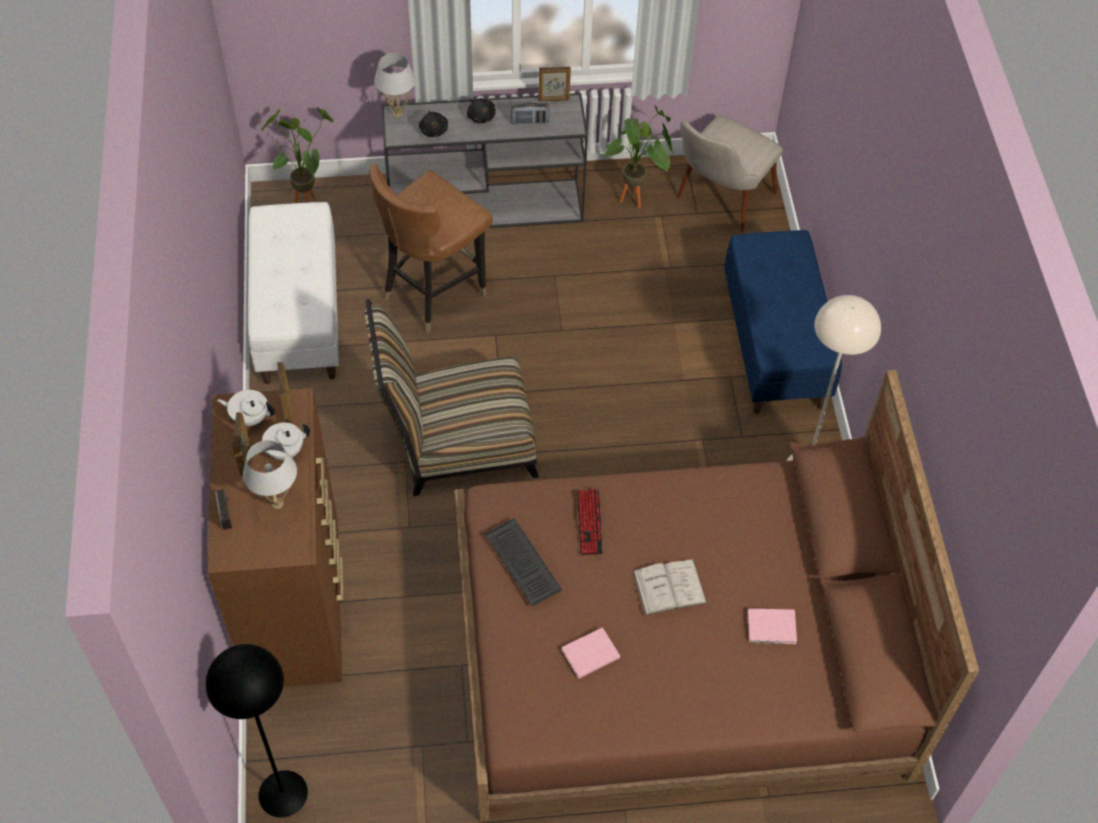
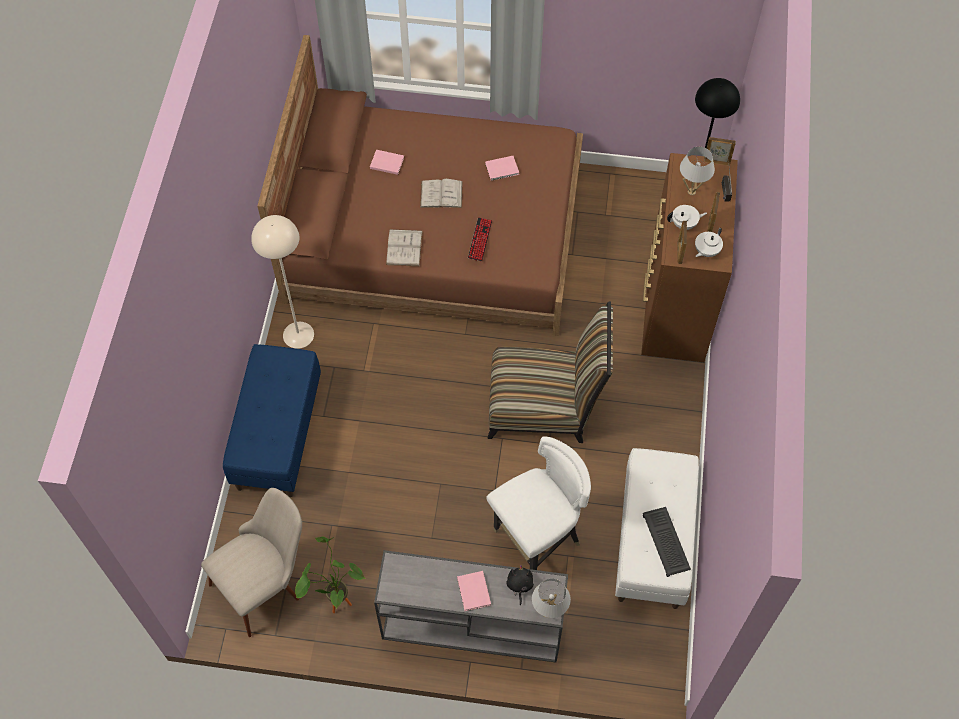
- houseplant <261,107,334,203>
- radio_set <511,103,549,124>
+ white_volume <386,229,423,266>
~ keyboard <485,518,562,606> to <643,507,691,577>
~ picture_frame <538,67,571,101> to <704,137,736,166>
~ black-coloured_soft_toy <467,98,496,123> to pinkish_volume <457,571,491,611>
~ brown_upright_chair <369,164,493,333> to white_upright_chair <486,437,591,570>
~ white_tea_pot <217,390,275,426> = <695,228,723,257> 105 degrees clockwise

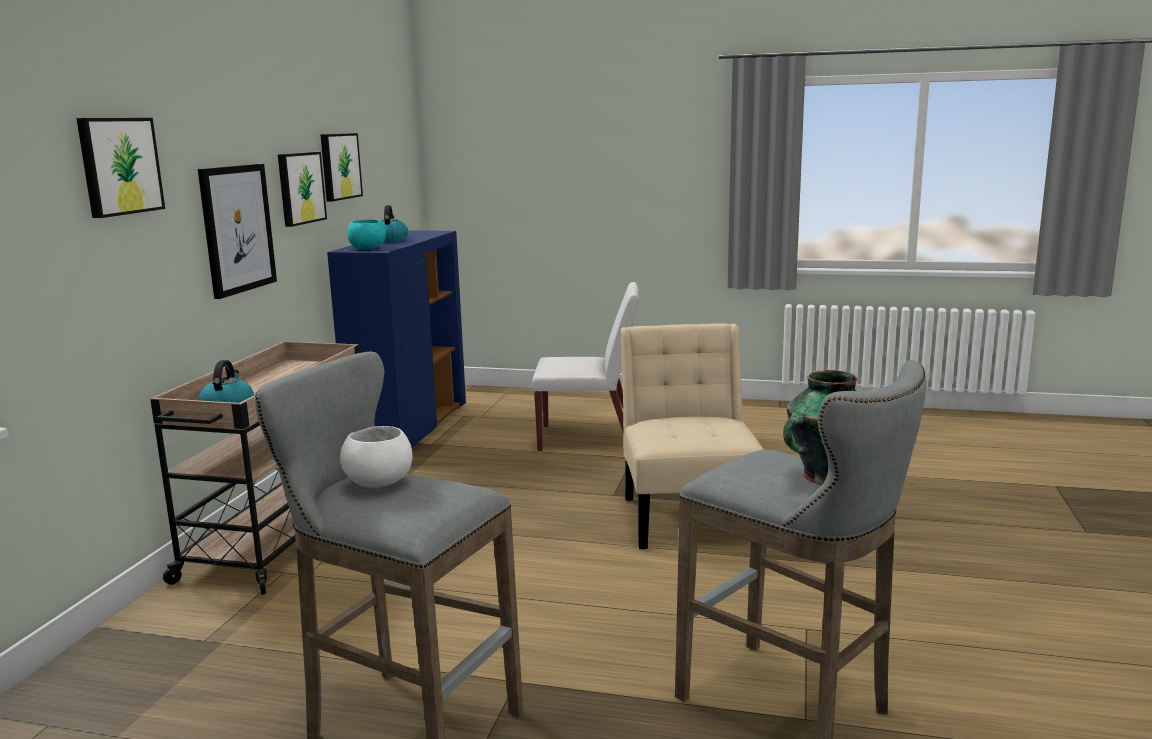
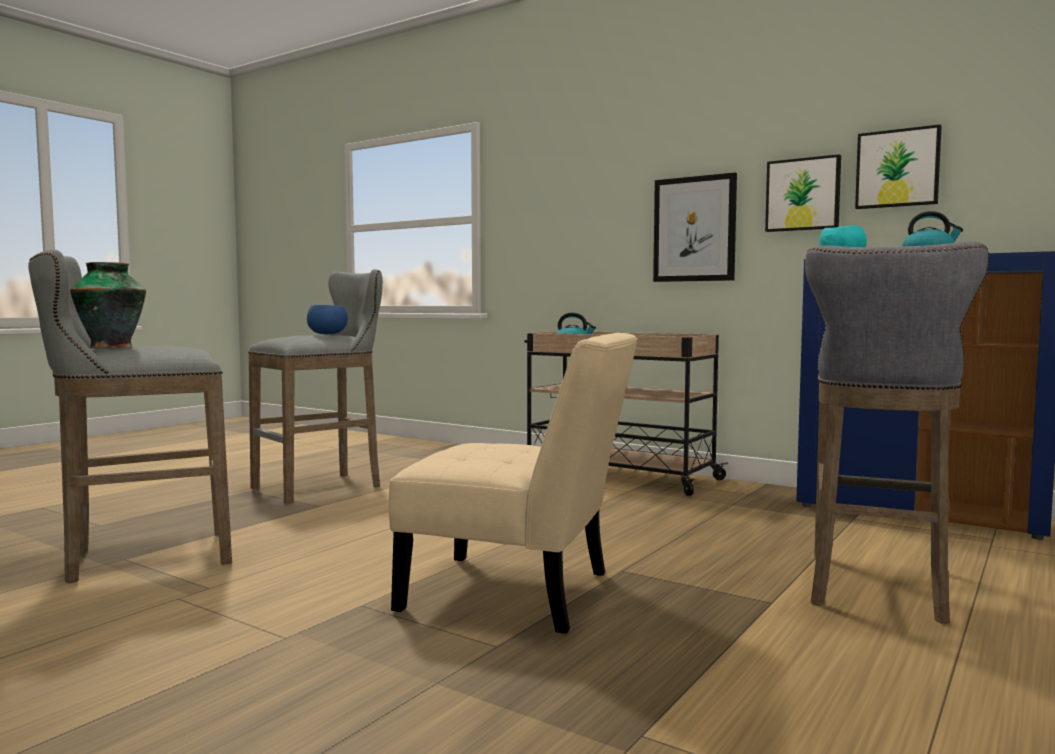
- wall_picture <76,118,165,218>
~ white_upright_chair <532,282,639,452> to gray_sitting_stool <805,241,989,624>
~ white_deep_dish <340,426,412,488> to blue_deep_dish <307,305,348,334>

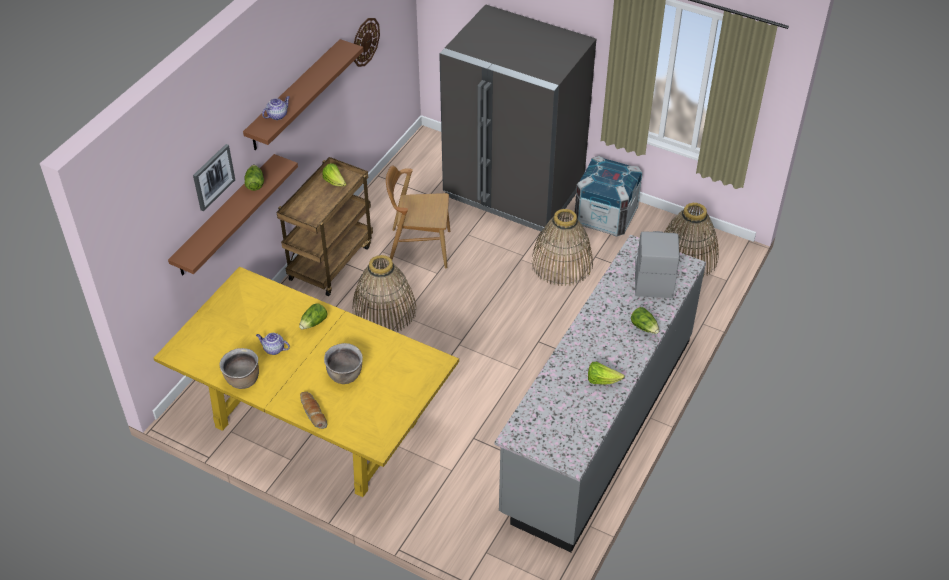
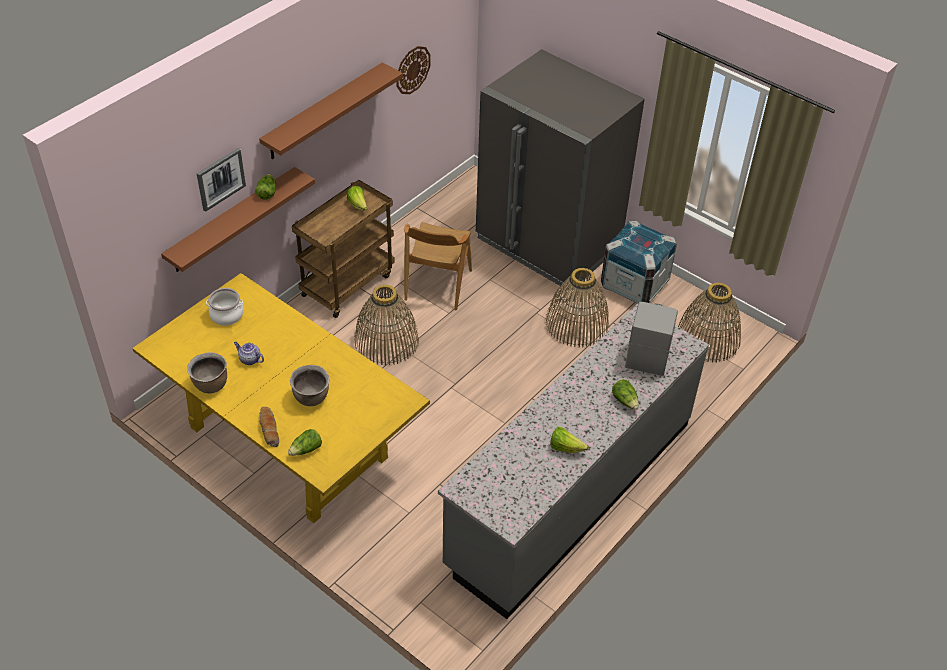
- tea_pot <262,96,290,120>
+ saucepot <206,288,243,326>
~ lettuce <299,303,327,329> to <288,429,322,456>
~ brown_upright_chair <386,165,450,269> = <404,222,472,311> 90 degrees counterclockwise

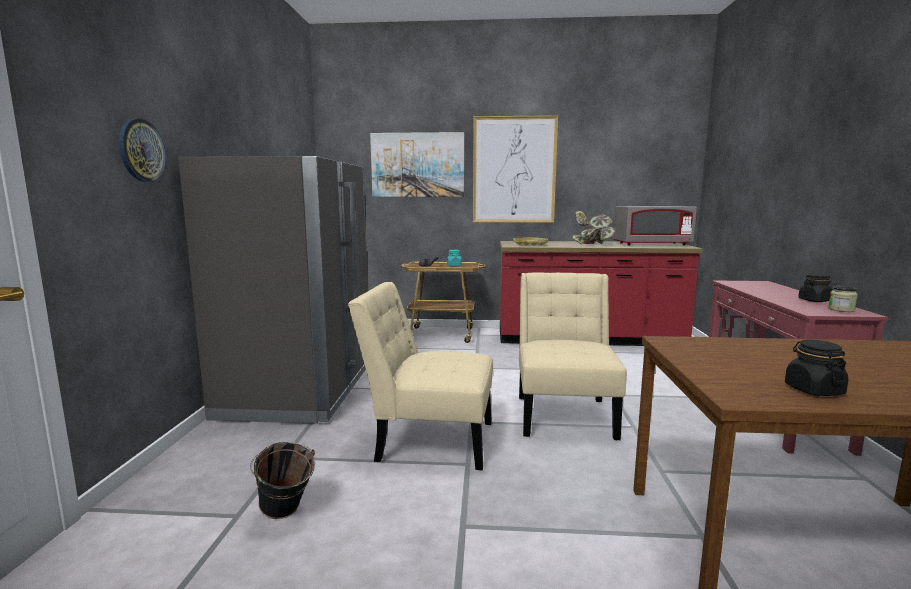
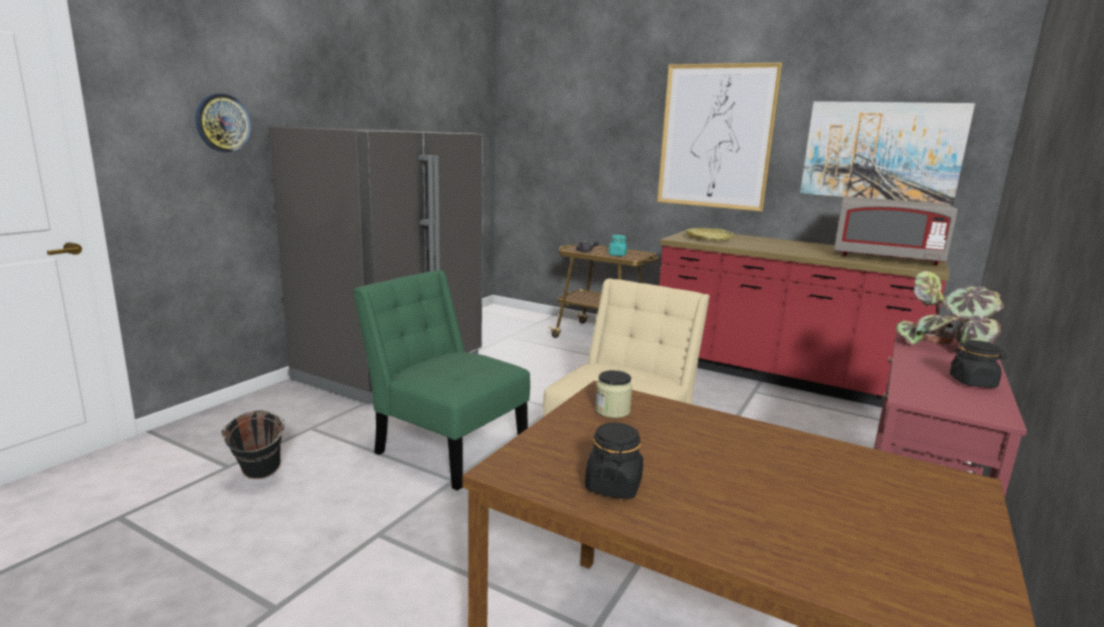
~ wall_picture <370,132,464,197> to <800,101,975,205>
~ houseplant <572,211,615,244> to <896,271,1004,346>
~ jar <828,286,858,312> to <595,370,632,418>
~ beige-coloured_upright_chair <348,282,493,470> to green_upright_chair <353,270,530,491>

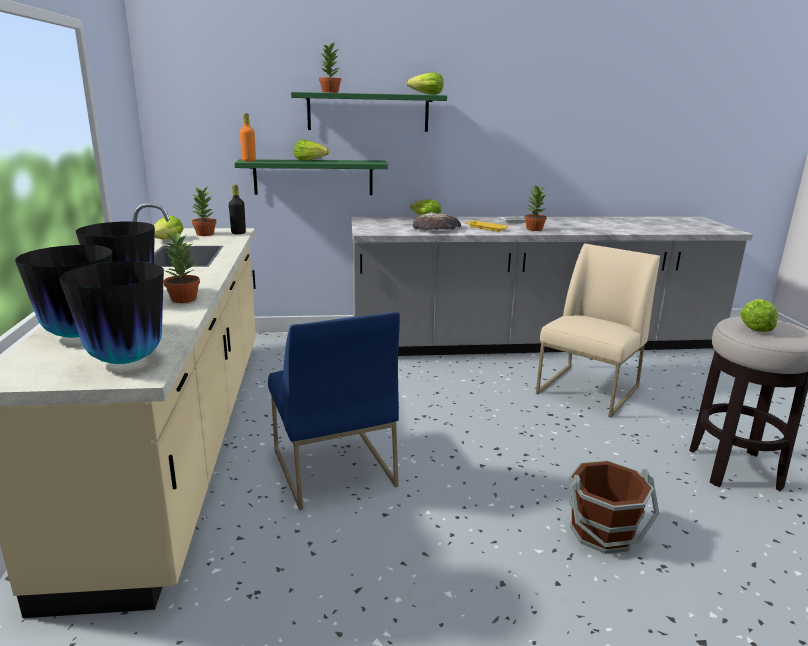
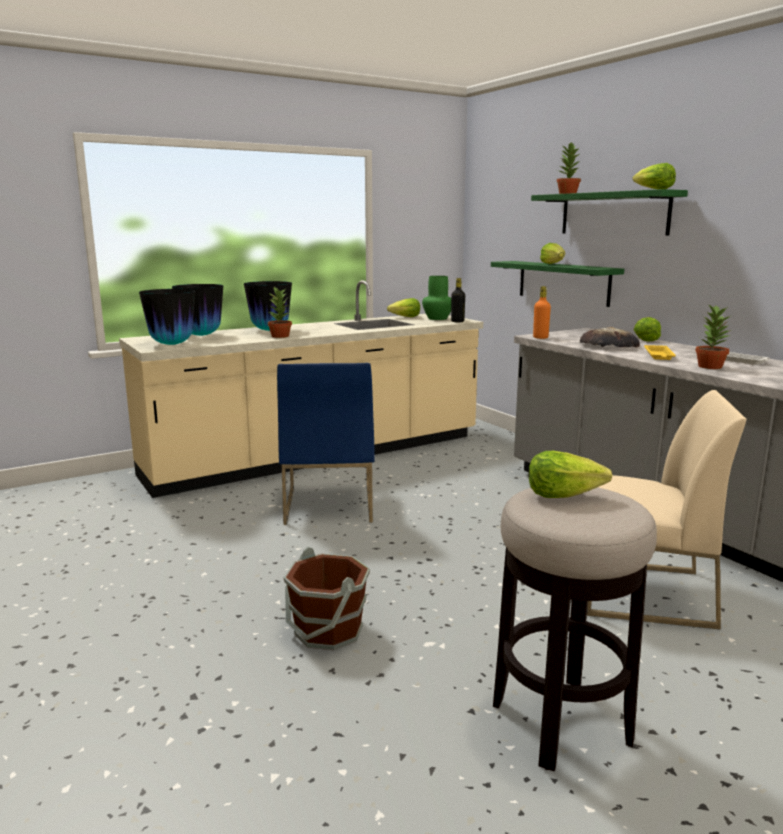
~ orange-coloured_beverage_bottle <240,113,256,161> to <533,286,551,339>
~ houseplant <192,187,216,236> to green_flower_vase <422,276,451,320>
~ blue_upright_chair <268,312,400,510> = <277,363,375,525> 45 degrees counterclockwise

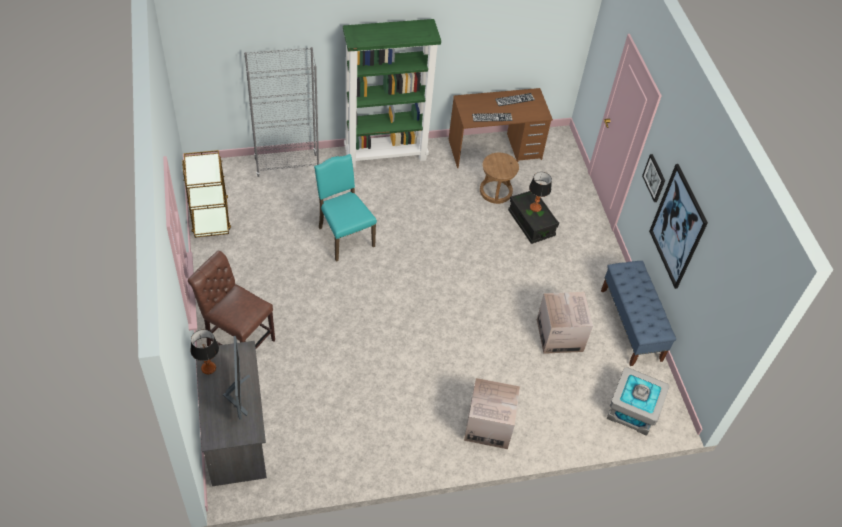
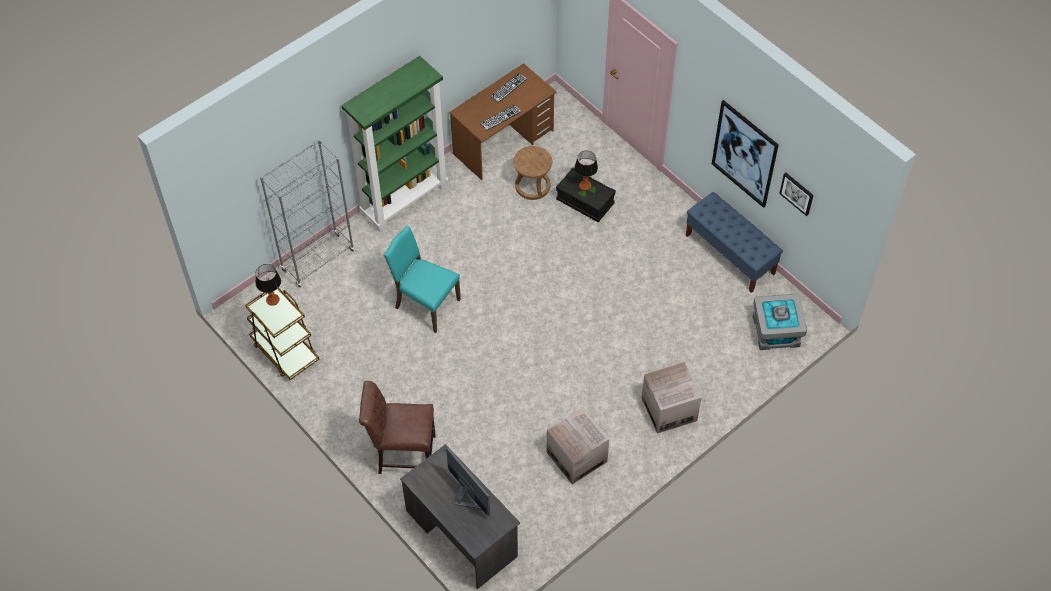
~ table_lamp <190,329,219,374> to <255,264,281,306>
~ carton <537,292,593,354> to <546,407,609,484>
~ wall_picture <642,154,665,202> to <779,173,814,216>

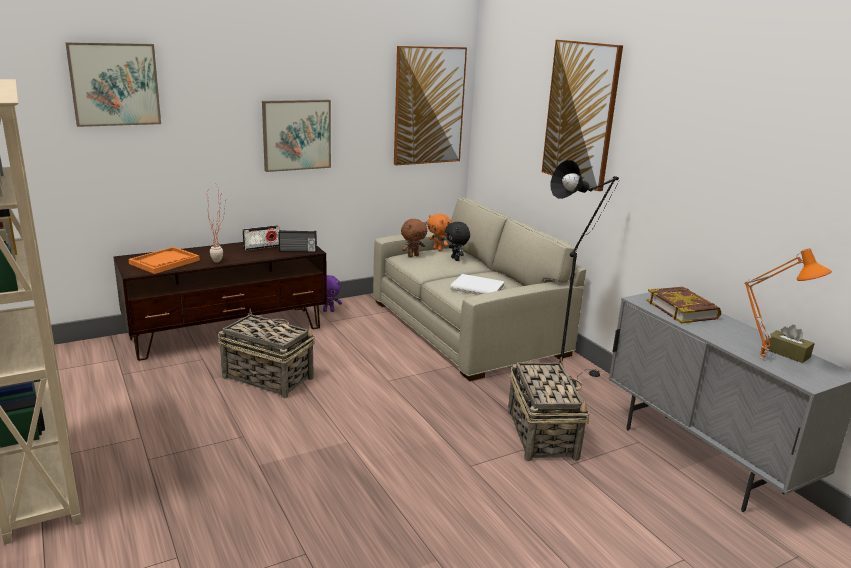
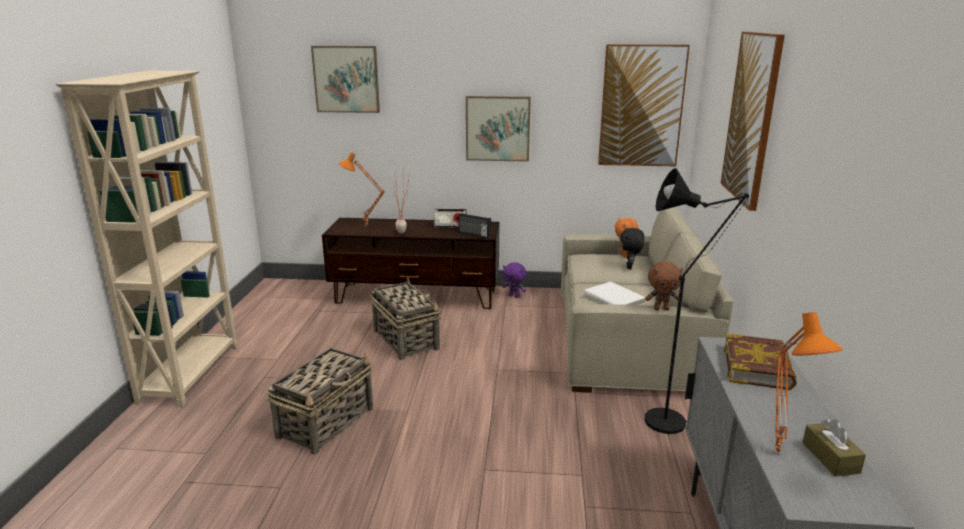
~ brown_soft_toy <401,219,427,257> to <645,261,683,310>
~ household_basket <508,357,591,461> to <267,347,373,455>
~ orange-coloured_carrying_tray <129,247,200,274> to orange-coloured_table_lamp <339,152,385,227>

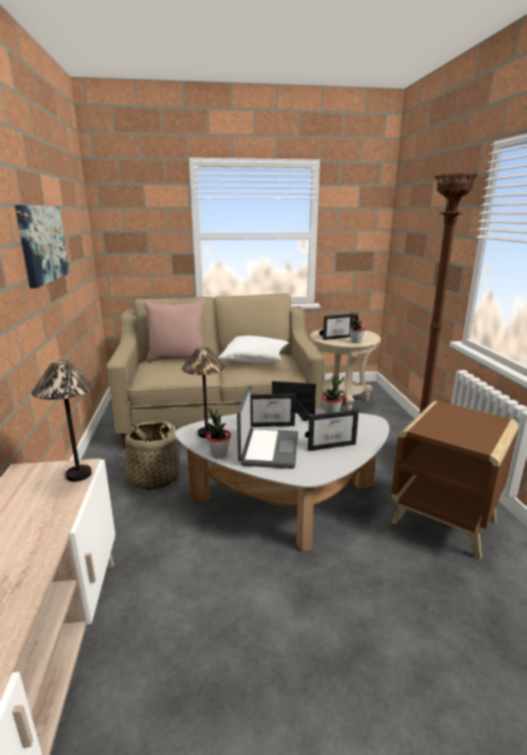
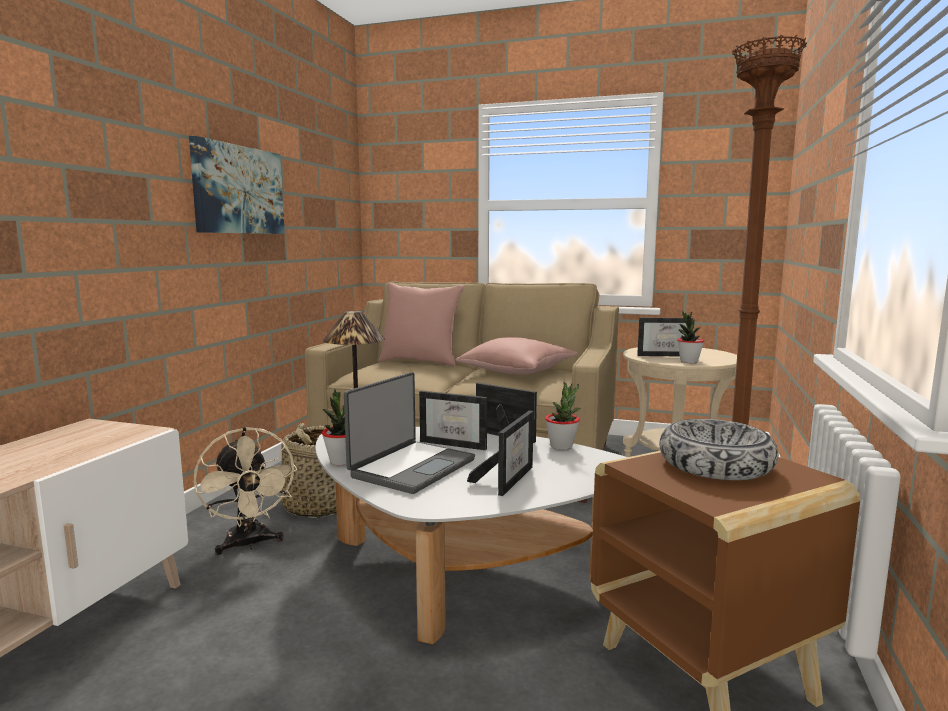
- table_lamp <32,360,95,482>
+ beige-coloured_fan <194,427,298,555>
+ deep_dish <659,419,779,480>
~ white_pillow <218,336,289,363> to pinkish_pillow <456,337,578,375>
~ picture_frame <305,410,359,451> = <467,410,534,496> 75 degrees counterclockwise

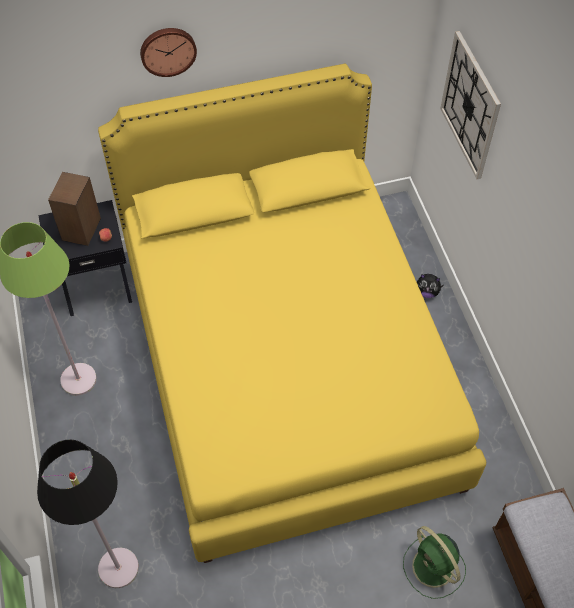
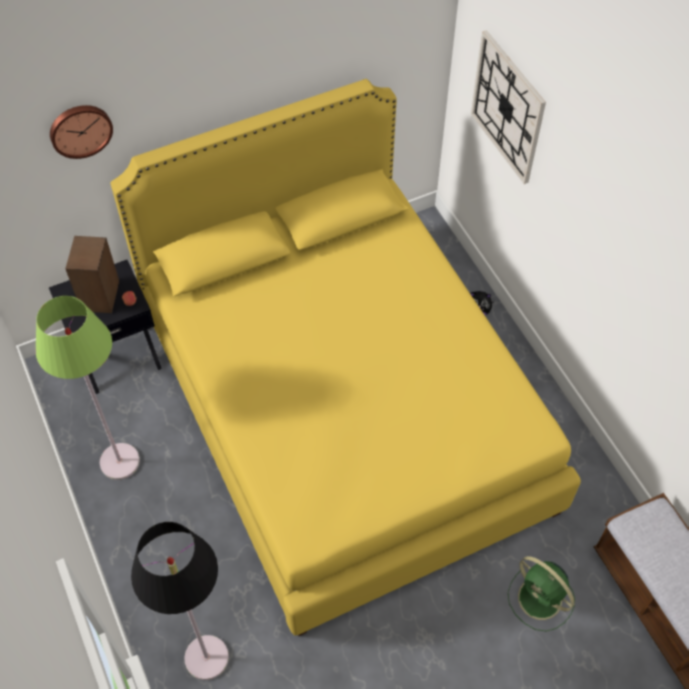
~ wall_clock <140,28,197,77> to <50,105,113,159>

